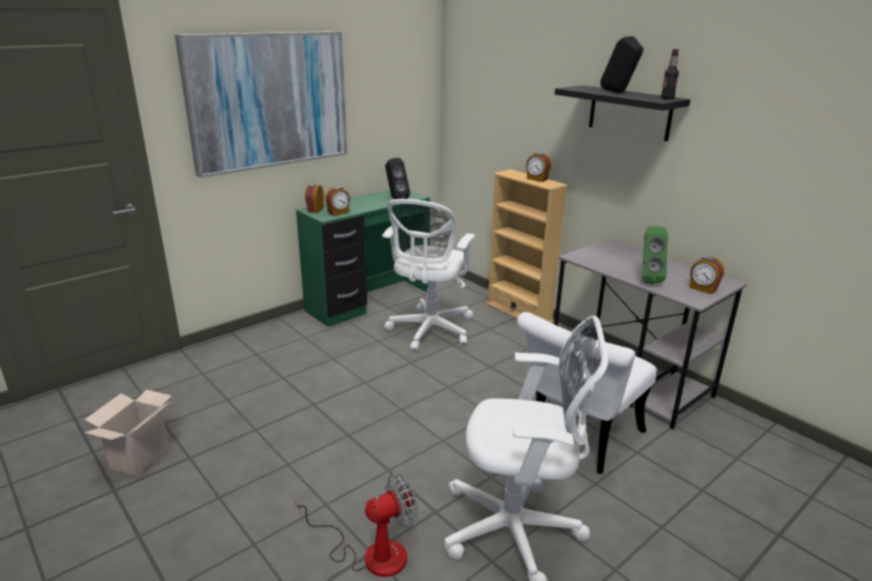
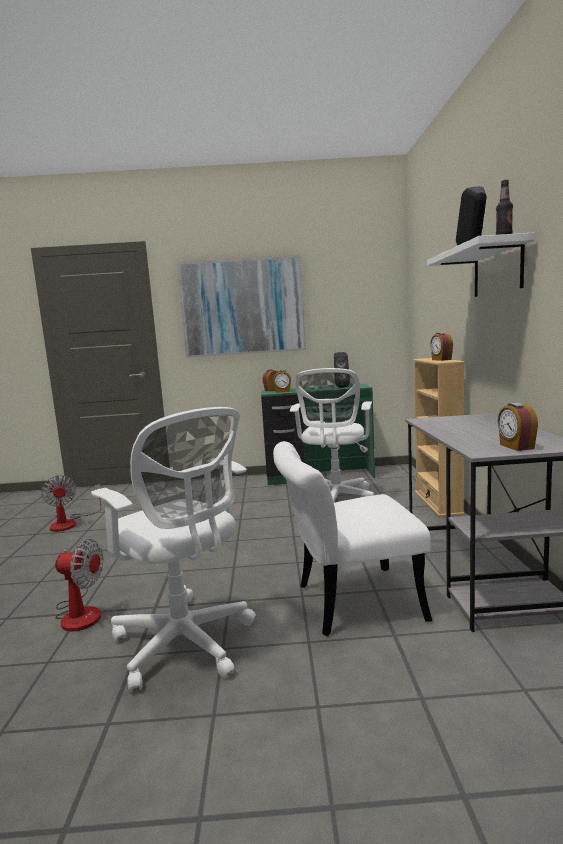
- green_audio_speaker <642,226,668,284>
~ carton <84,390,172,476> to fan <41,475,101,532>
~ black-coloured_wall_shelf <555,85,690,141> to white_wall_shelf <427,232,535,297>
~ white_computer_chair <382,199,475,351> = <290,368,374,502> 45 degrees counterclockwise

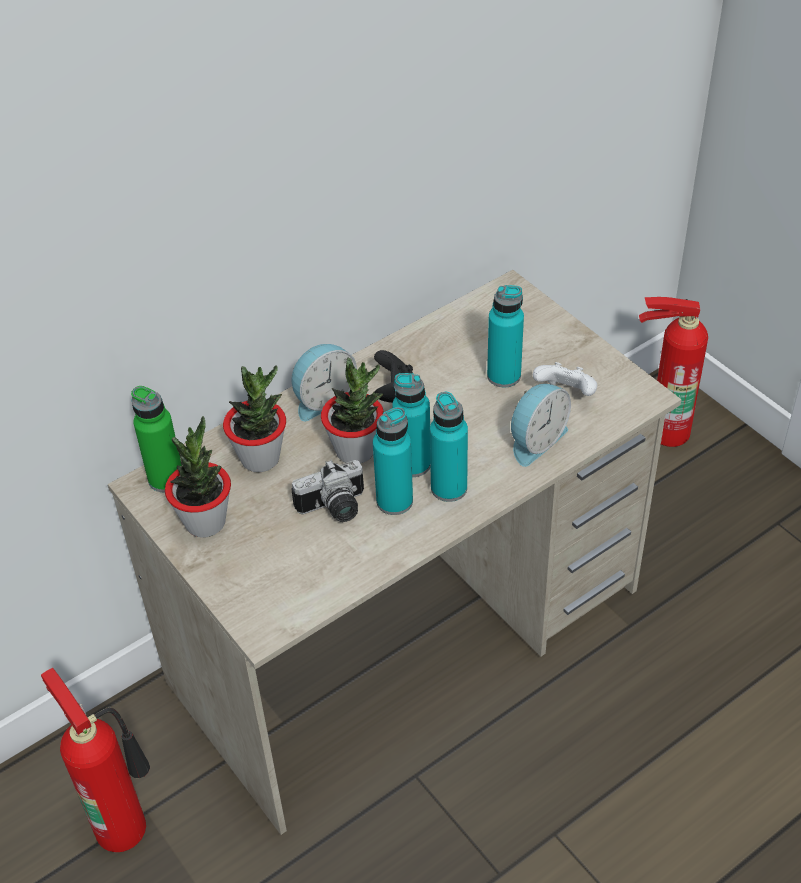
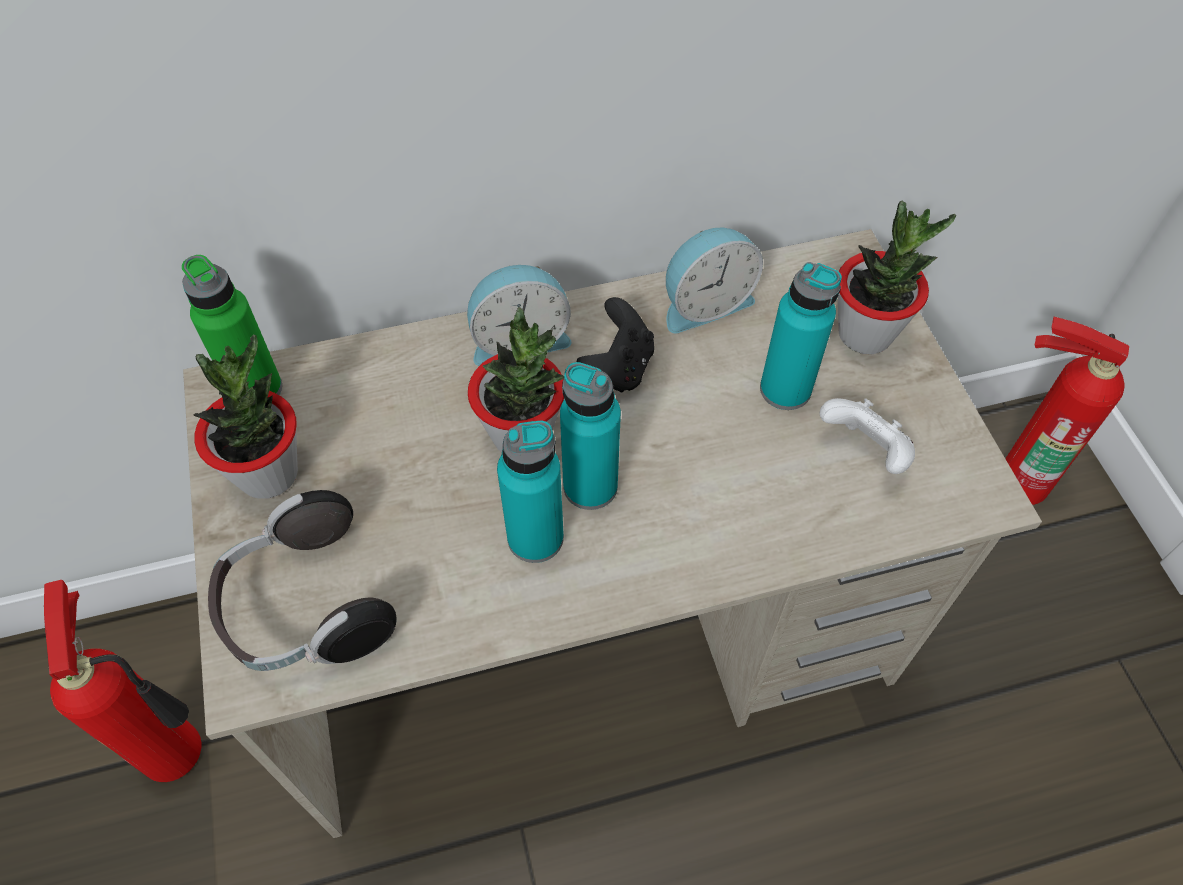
- still_camera <291,460,364,522>
- turquoise-coloured_beverage_bottle <430,392,468,502>
+ pair_of_headphones <208,490,397,671>
~ houseplant <223,366,286,472> to <838,201,956,354>
~ bedside_clock <511,384,571,467> to <666,228,763,333>

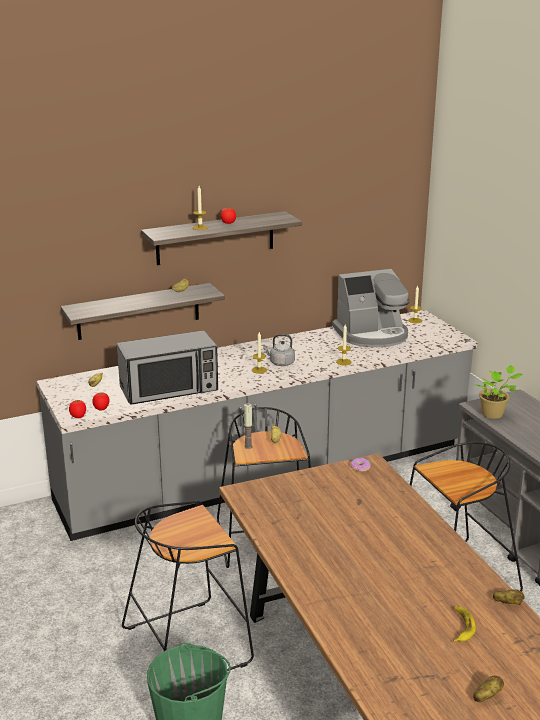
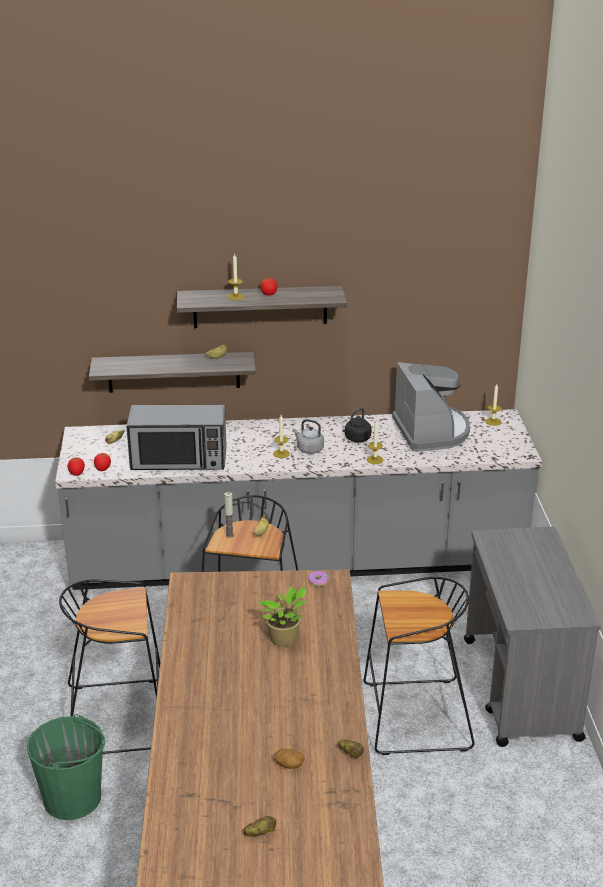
+ black-coloured_water_kettle <343,408,372,442>
~ houseplant <474,365,523,419> to <258,586,306,646>
~ banana_fruit <453,606,476,642> to spud <274,749,305,769>
~ coffee_brewer <332,269,410,347> = <392,362,470,452> 105 degrees counterclockwise

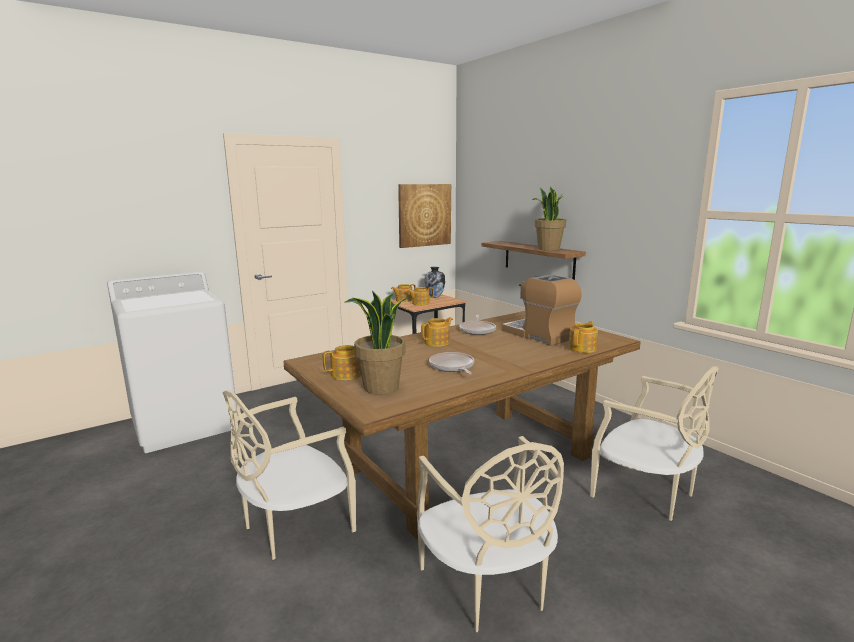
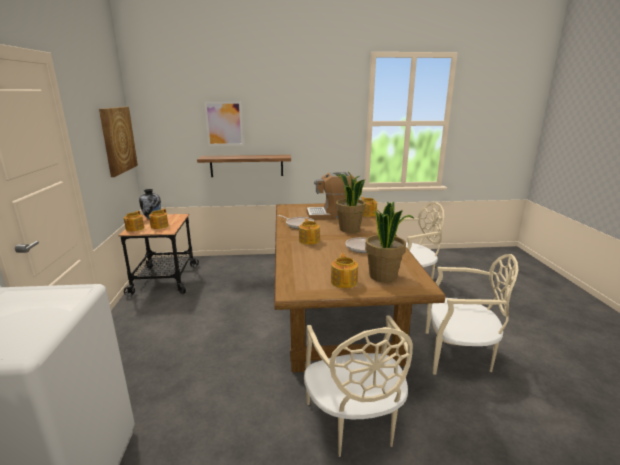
+ wall_picture <204,102,244,146>
~ houseplant <532,186,566,251> to <334,172,366,233>

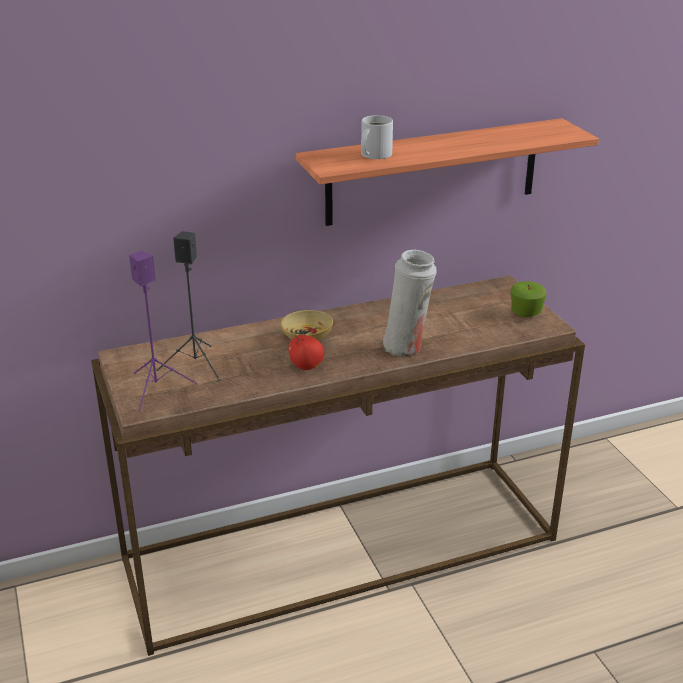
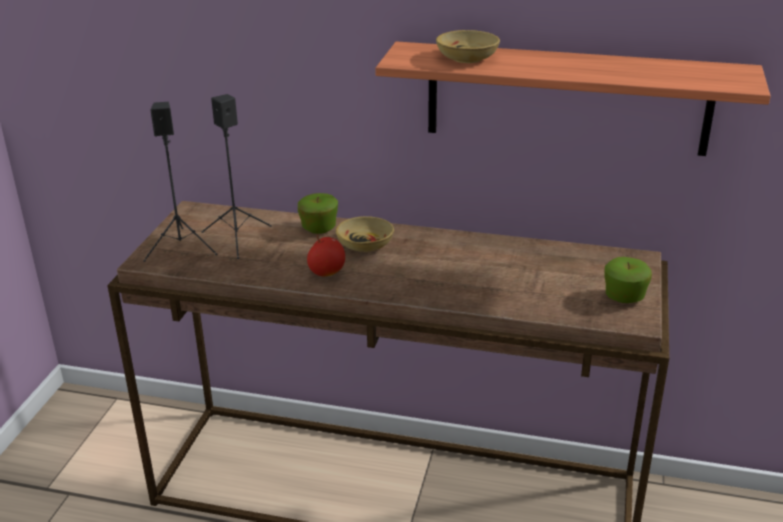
- white_flower_vase <382,250,436,356>
+ apple_fruit <298,193,338,234>
~ white_coffee_mug <361,115,393,159> to beige-coloured_deep_dish <436,30,500,63>
~ purplish_audio_speaker <129,251,197,411> to black-coloured_audio_speaker <143,102,218,262>

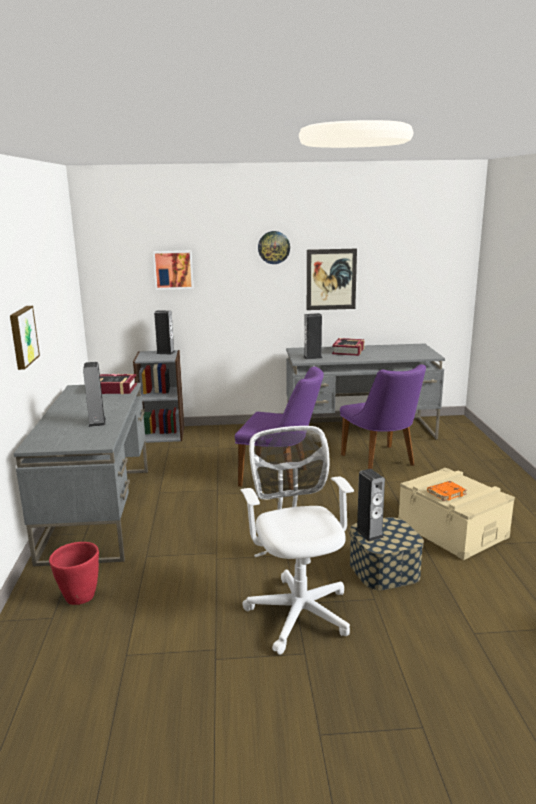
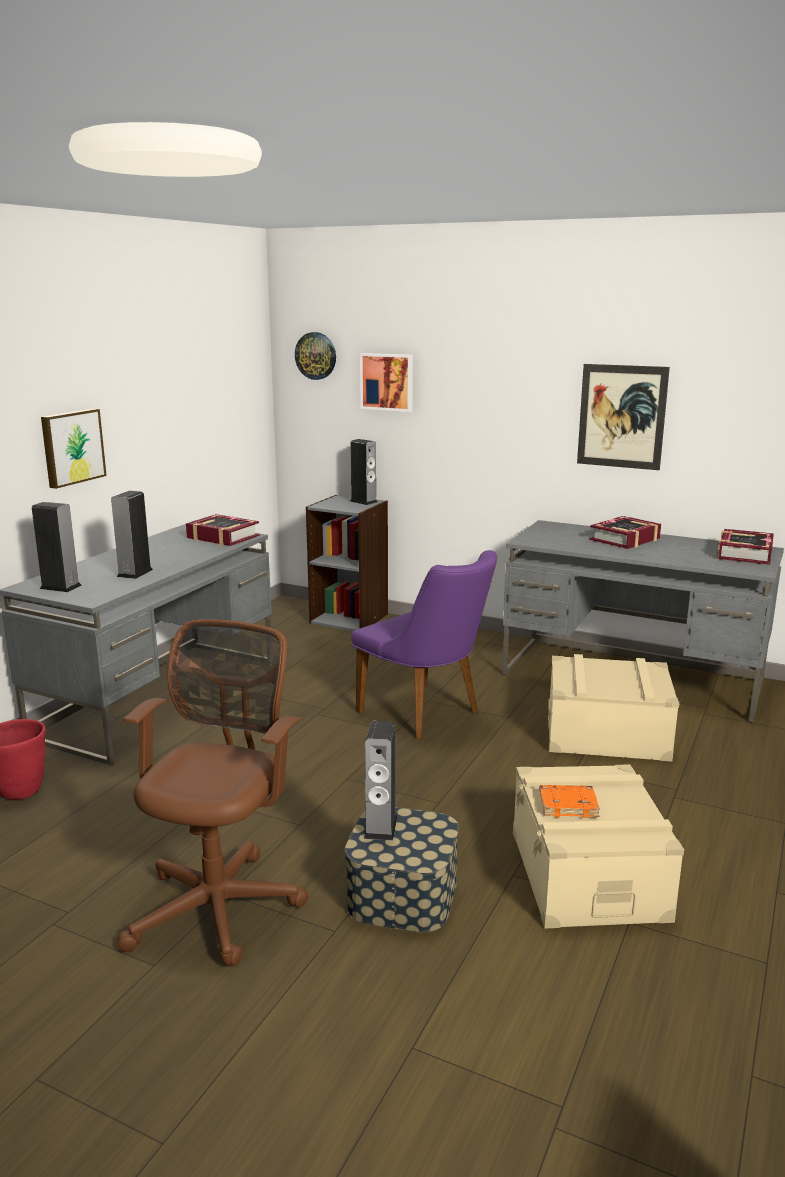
+ volume <717,529,774,564>
~ wall_clock <258,231,290,264> to <295,332,336,380>
~ audio_speaker <303,313,322,360> to <32,502,82,592>
~ purplish_upright_chair <340,364,426,469> to beige-coloured_storage_bin <548,654,679,762>
~ white_computer_chair <241,426,354,655> to brown_computer_chair <118,619,308,966>

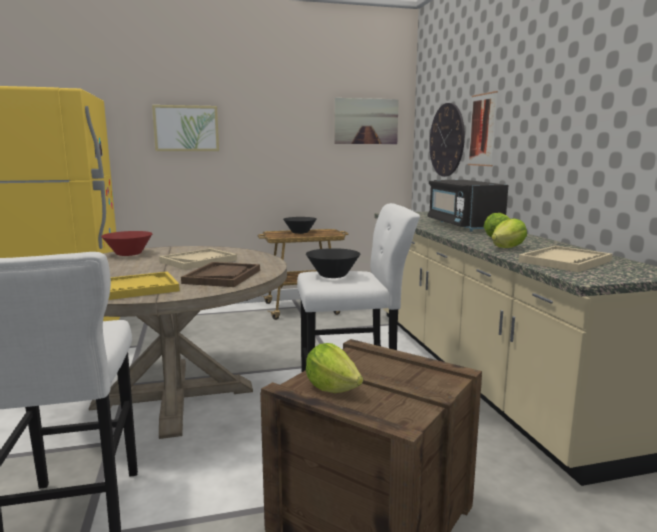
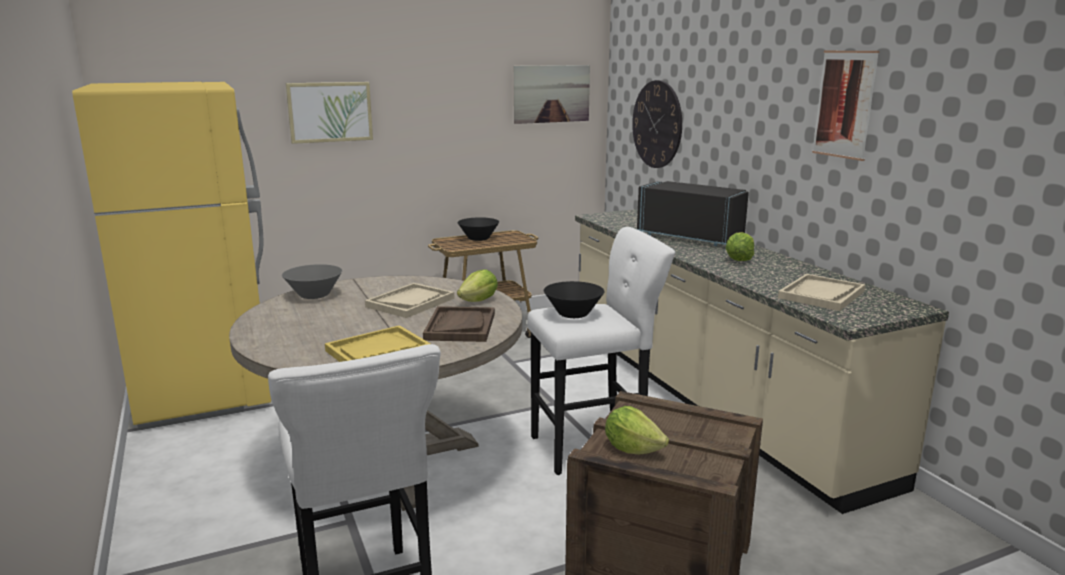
~ wall_picture <468,91,498,166> to <812,51,880,161>
~ lettuce <491,218,527,248> to <457,269,498,302>
~ red-coloured_deep_dish <101,231,153,256> to gray_deep_dish <282,264,342,299>
~ black-coloured_microwave <427,180,508,231> = <637,181,749,246> 150 degrees clockwise

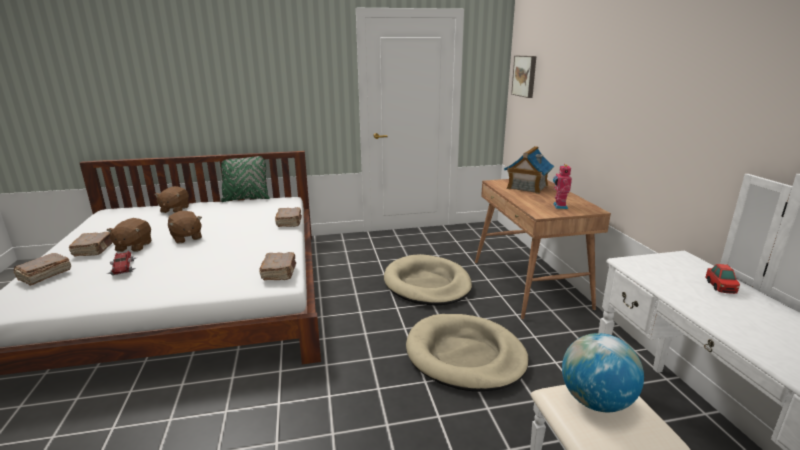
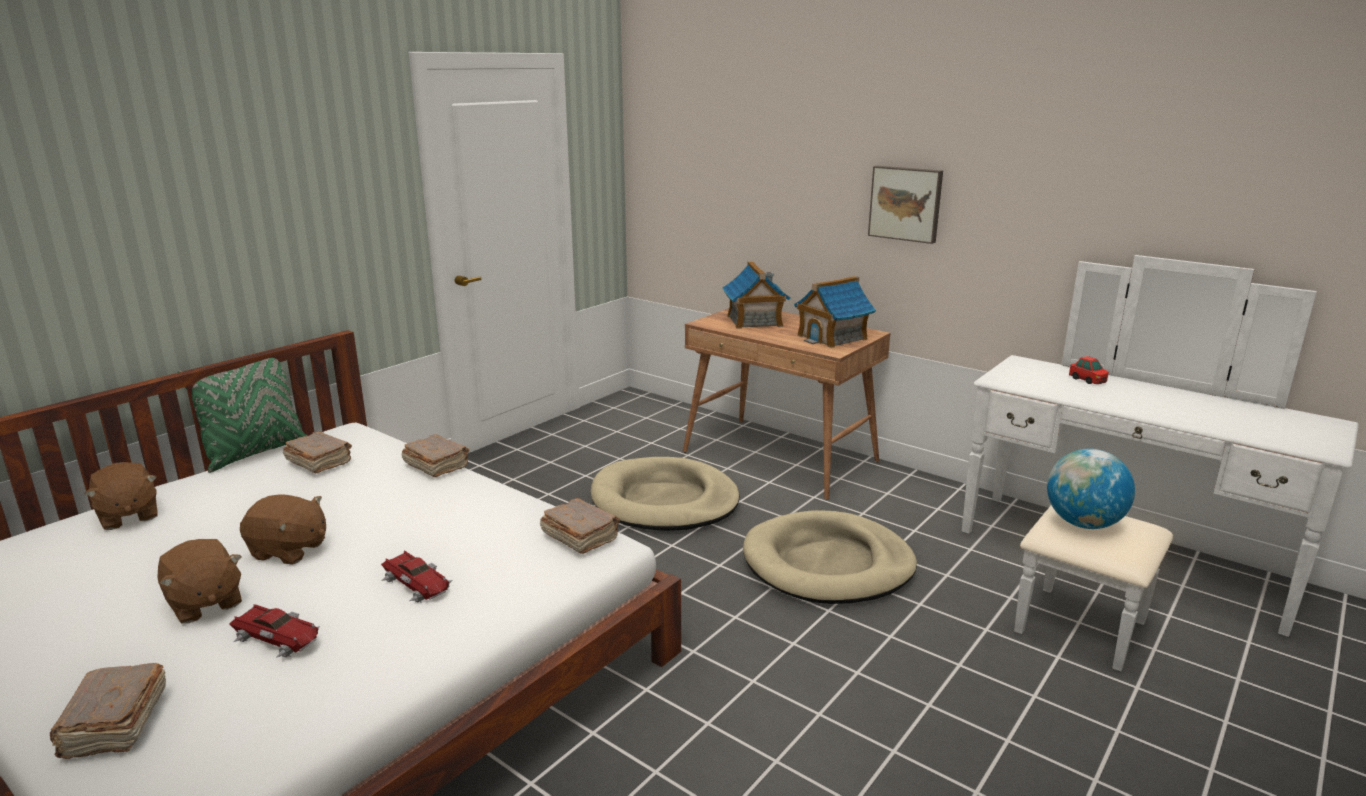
+ miniature_car <381,551,452,603>
~ brown_volume <69,232,113,257> to <283,431,352,473>
~ wall_picture <511,56,536,98> to <868,166,943,244>
~ toy_robot <553,164,572,209> to miniature_house <794,276,876,348>

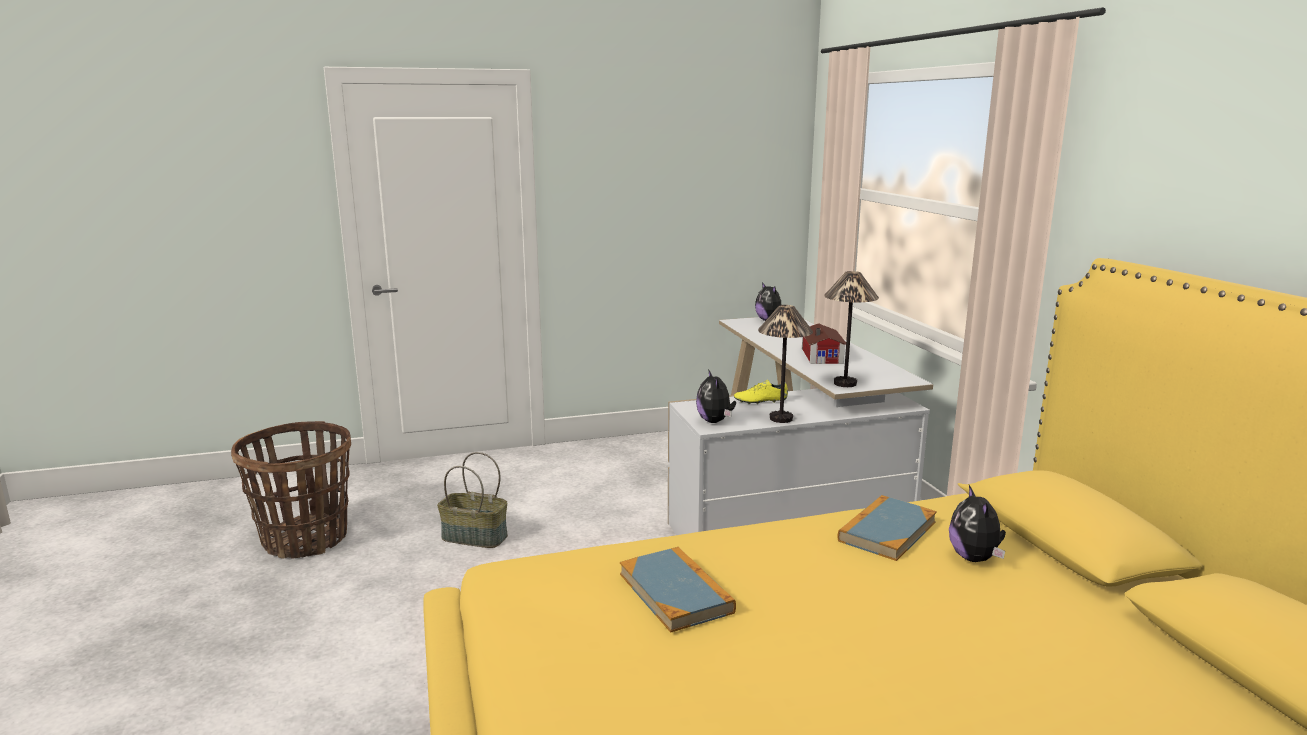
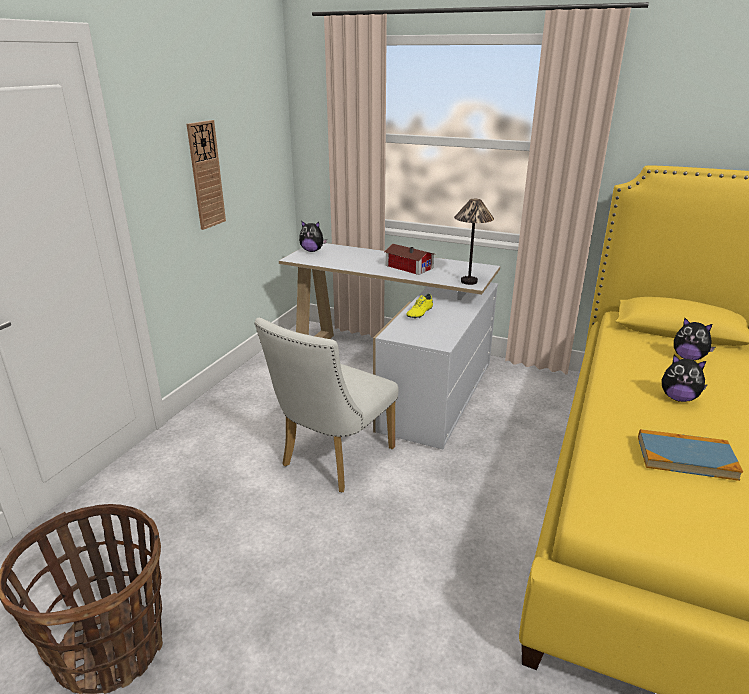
- household_basket <437,452,508,548>
- table_lamp <758,305,813,423>
- volume <837,495,937,561>
+ wall_clock <187,120,226,230>
+ white_upright_chair <255,318,399,492>
~ soft_toy <696,369,736,423> to <662,355,708,402>

